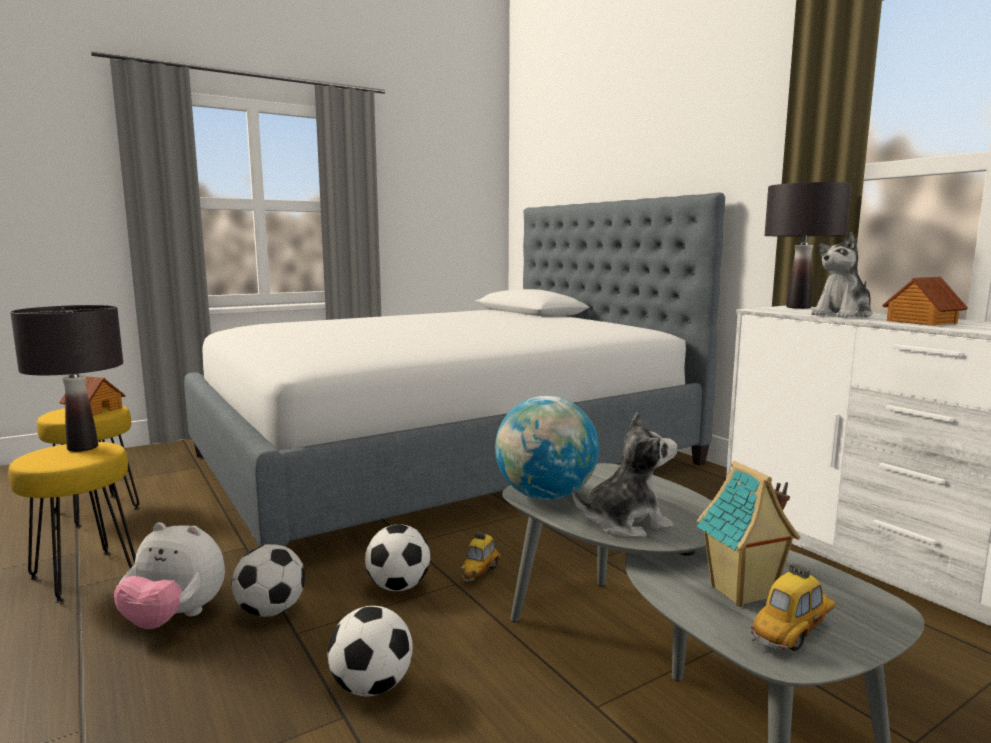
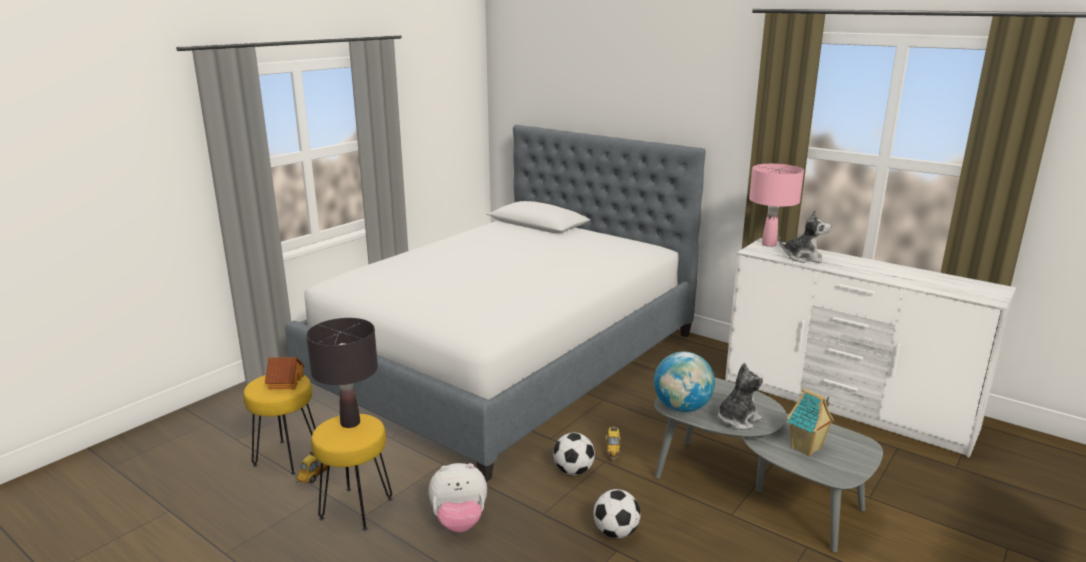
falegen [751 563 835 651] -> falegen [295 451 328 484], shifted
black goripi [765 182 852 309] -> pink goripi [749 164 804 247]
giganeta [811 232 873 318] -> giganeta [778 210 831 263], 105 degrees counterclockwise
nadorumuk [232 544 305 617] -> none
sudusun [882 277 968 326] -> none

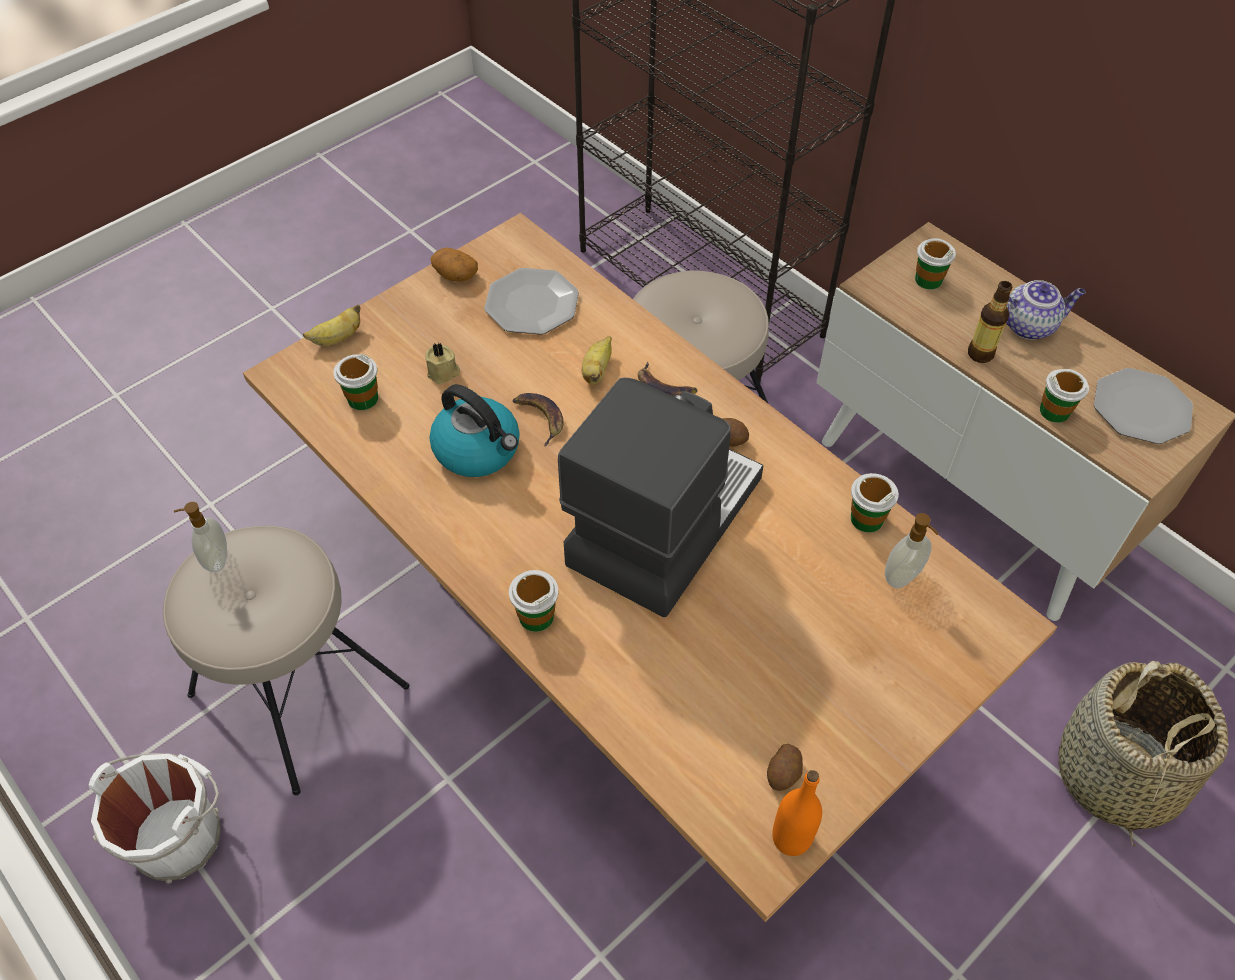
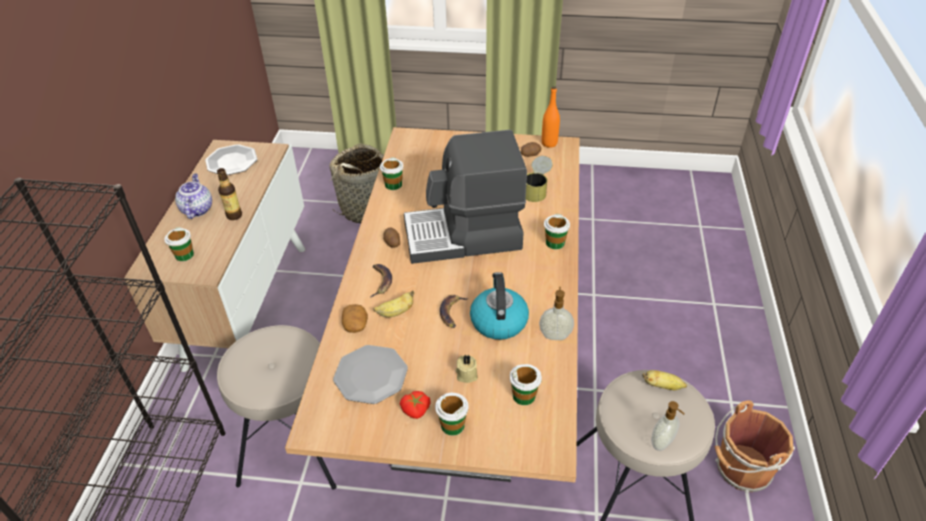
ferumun [1006 280 1086 340] -> ferumun [175 174 212 219], 45 degrees clockwise
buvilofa [430 248 478 282] -> buvilofa [342 304 368 333], shifted
none -> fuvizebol [400 391 430 419]
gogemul [1040 369 1089 423] -> gogemul [435 393 469 436], shifted
none -> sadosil [526 156 553 202]
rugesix [885 513 939 588] -> rugesix [539 286 574 340], shifted
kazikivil [303 304 361 346] -> kazikivil [642 370 687 390], shifted
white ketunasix [89 753 221 884] -> brown ketunasix [715 400 795 493]

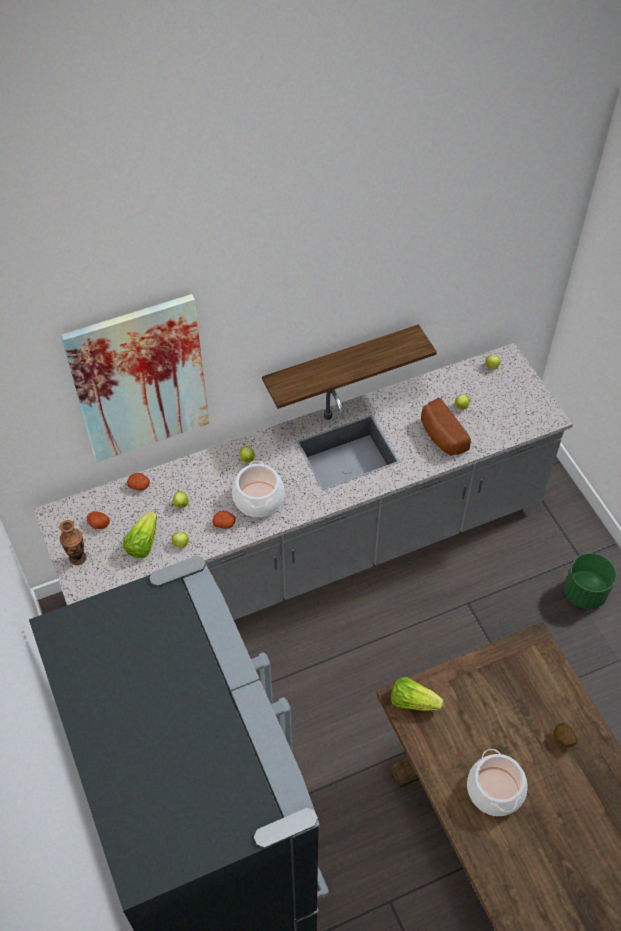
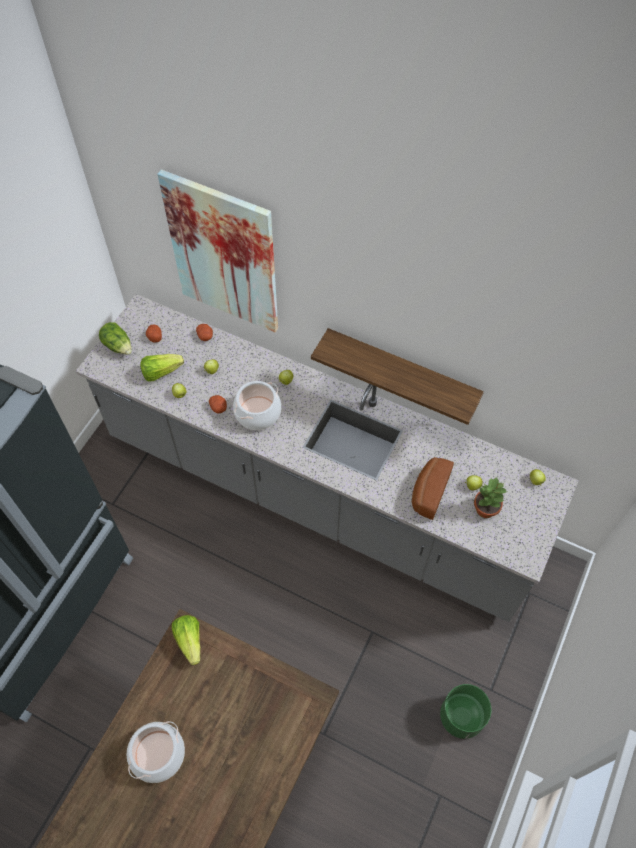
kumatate [59 520 87 565] -> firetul [99 322 132 355]
none -> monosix [474 478 507 518]
buvilofa [553 723 577 747] -> none

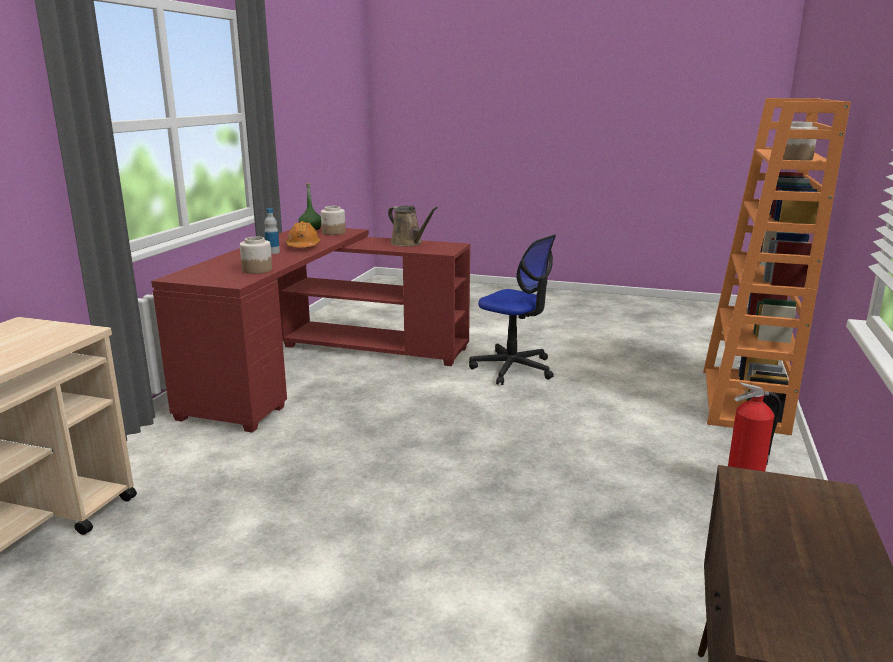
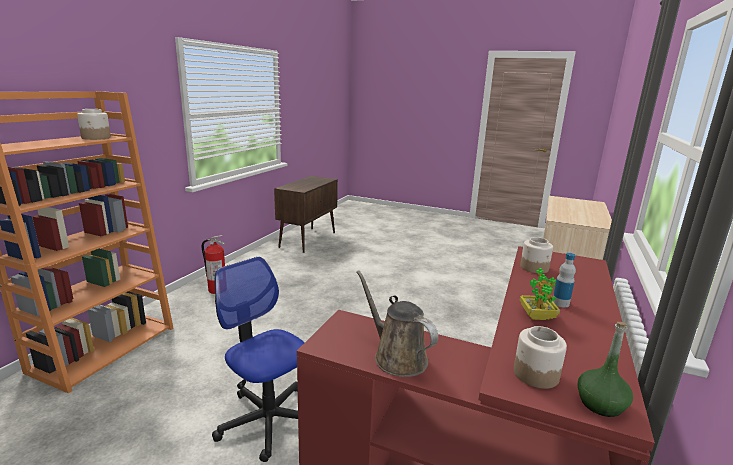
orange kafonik [286 221 320 247] -> monosix [520 268 560 320]

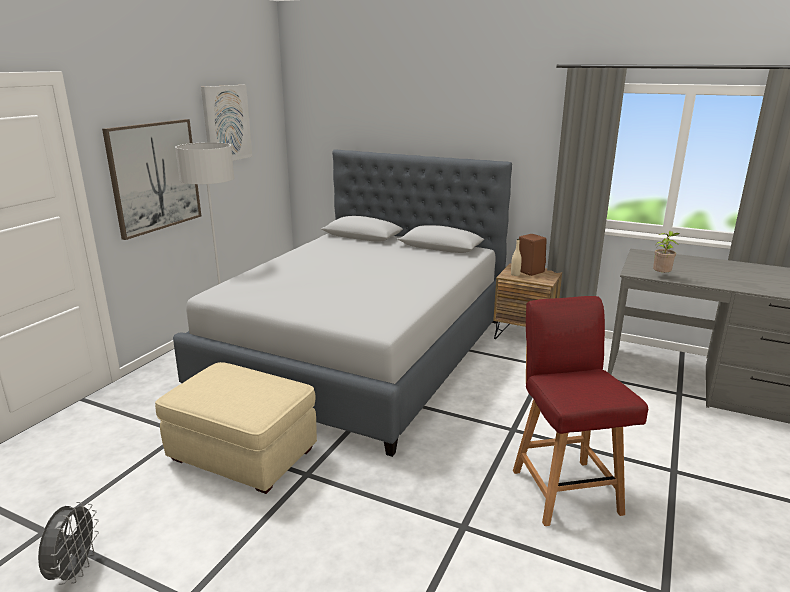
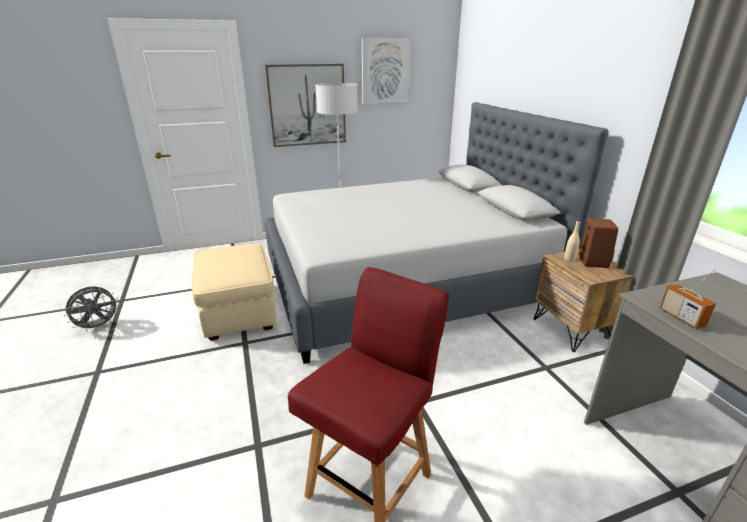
monosix [653 231 680 273] -> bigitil [660 269 716 329]

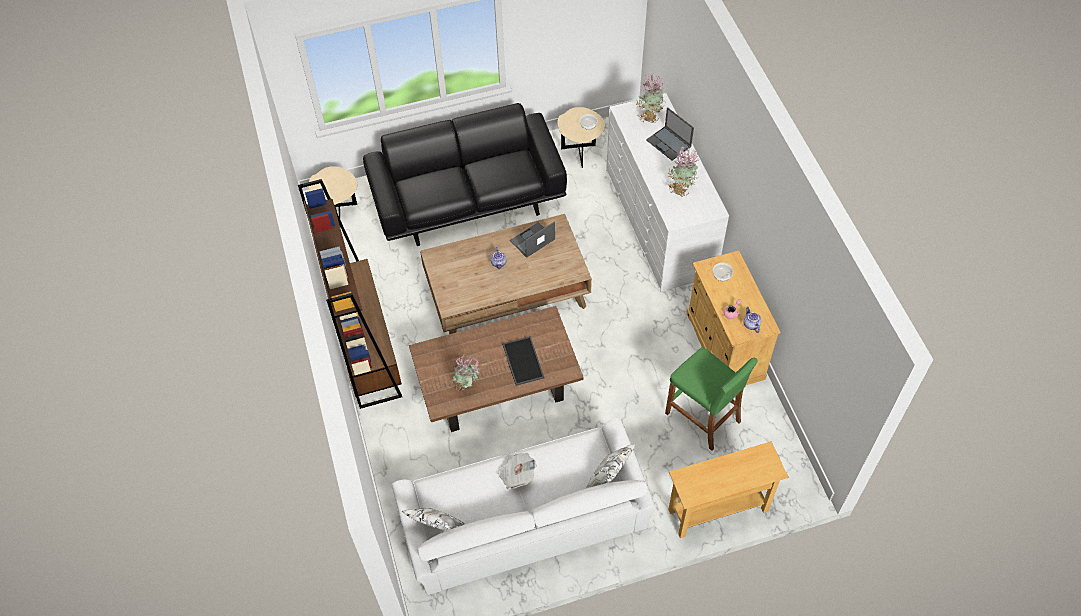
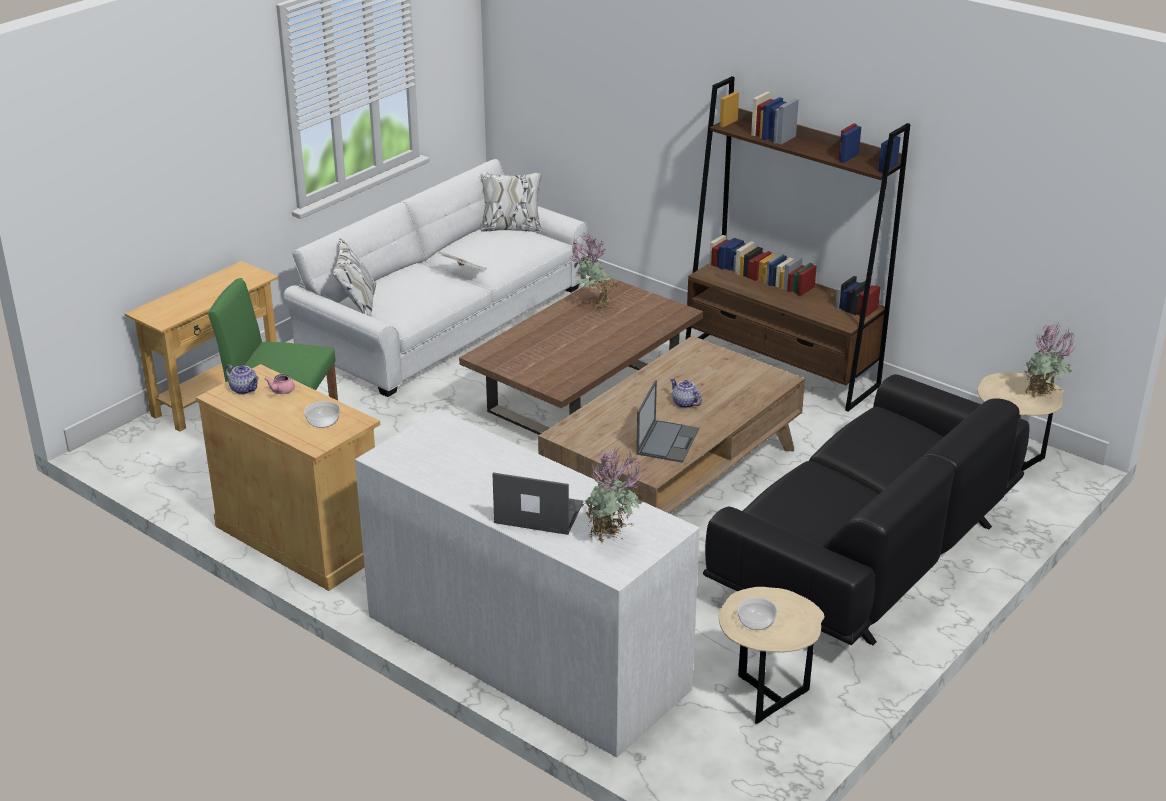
monosix [667 146 700 196] -> monosix [1023 323 1075 399], shifted
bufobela [502 336 544 386] -> none

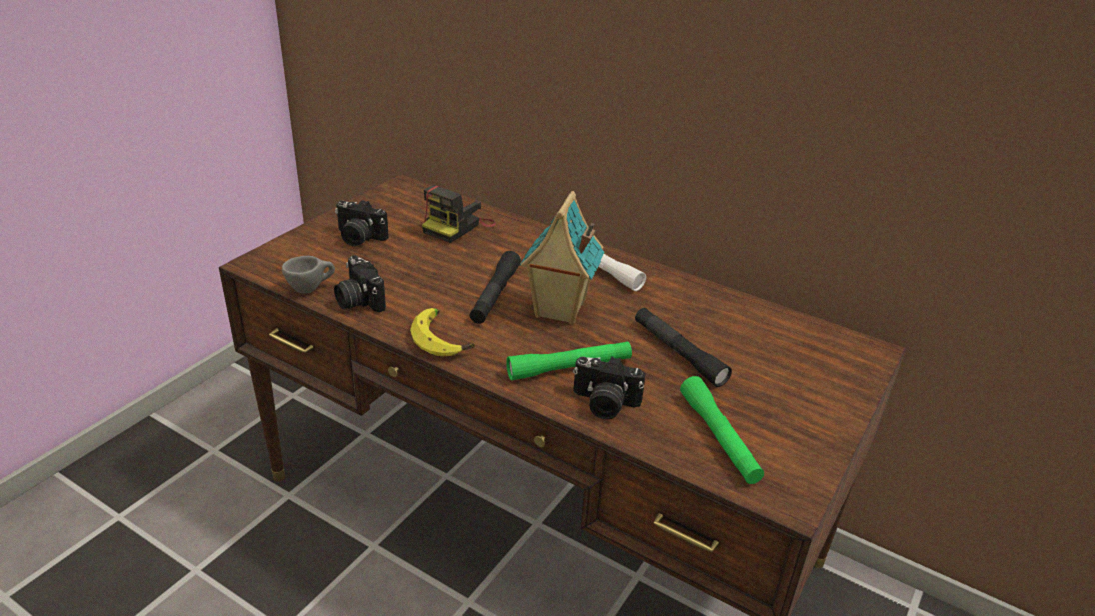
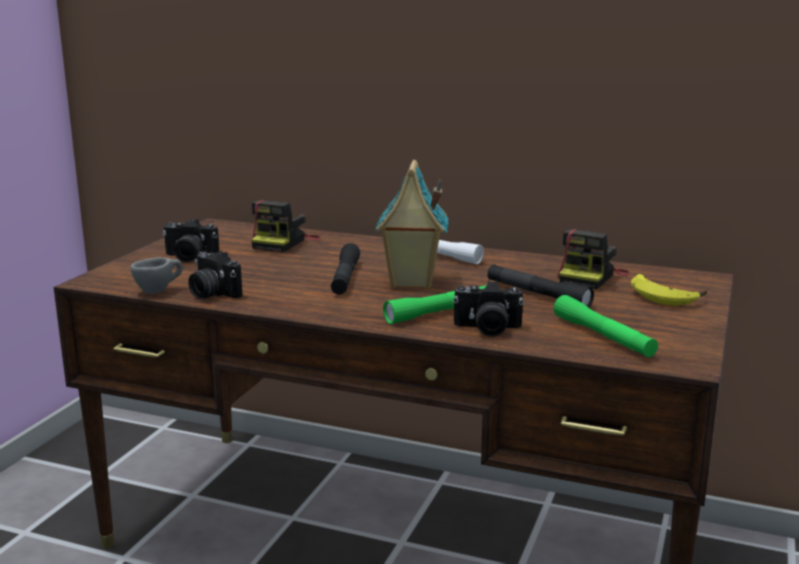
none -> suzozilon [558 229 630 290]
kazikivil [410 308 475 356] -> kazikivil [631 274 707 306], shifted

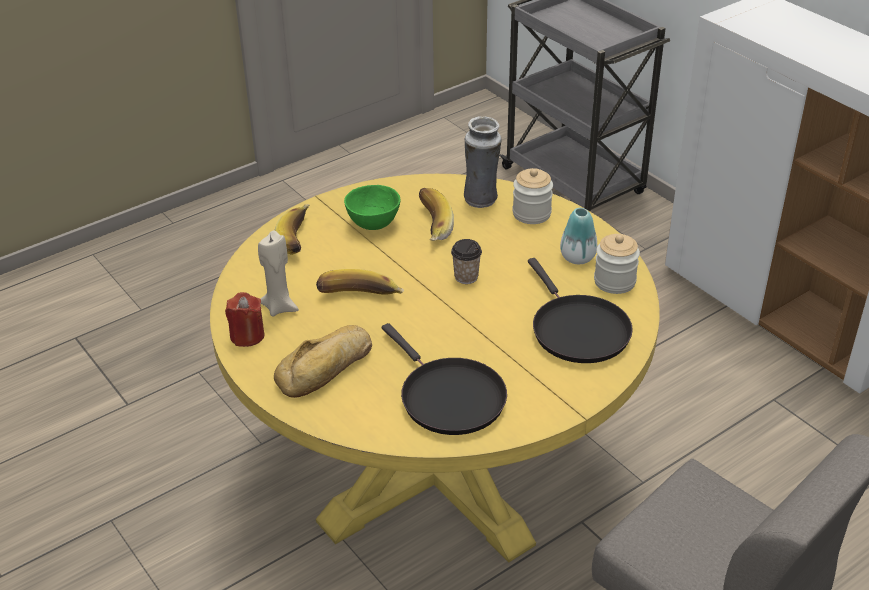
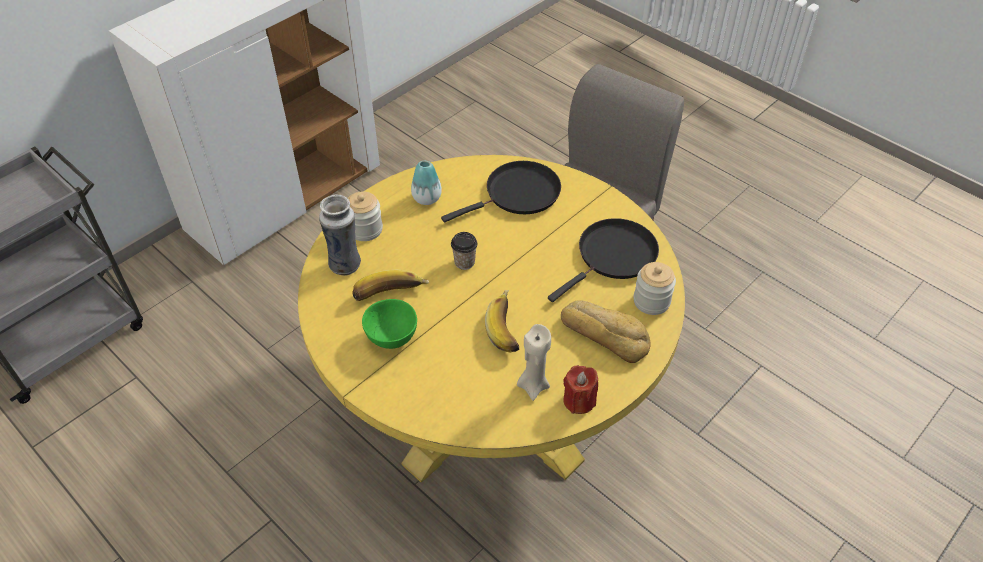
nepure [594 234 640 294] -> nepure [634 262 676 315], shifted
kazikivil [274 204 310 255] -> none

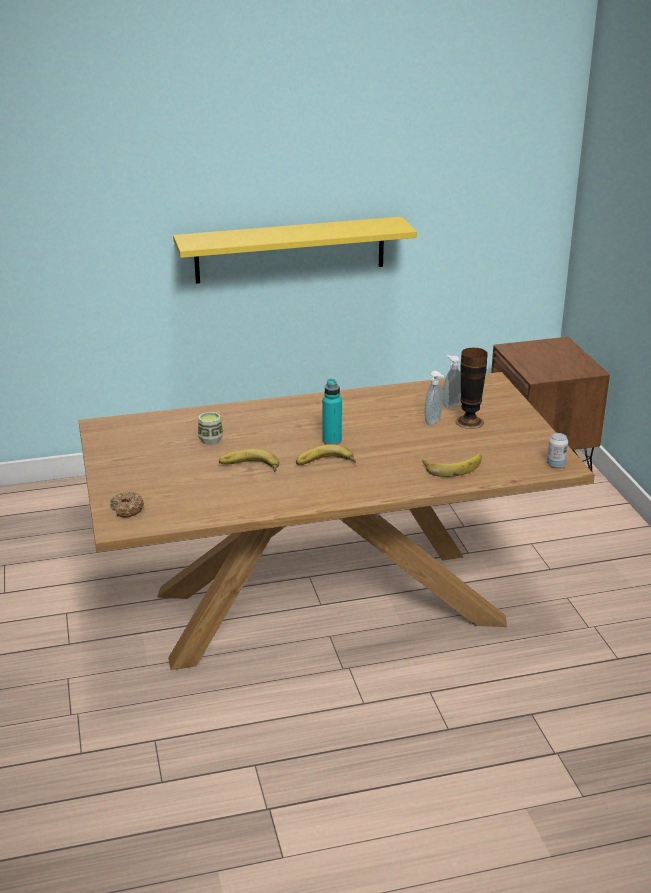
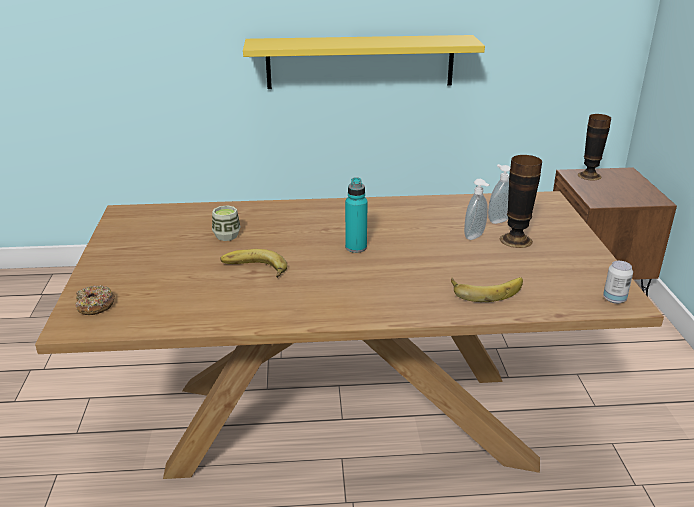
none -> kumatate [578 114 611 180]
kazikivil [296 444 356 465] -> none

